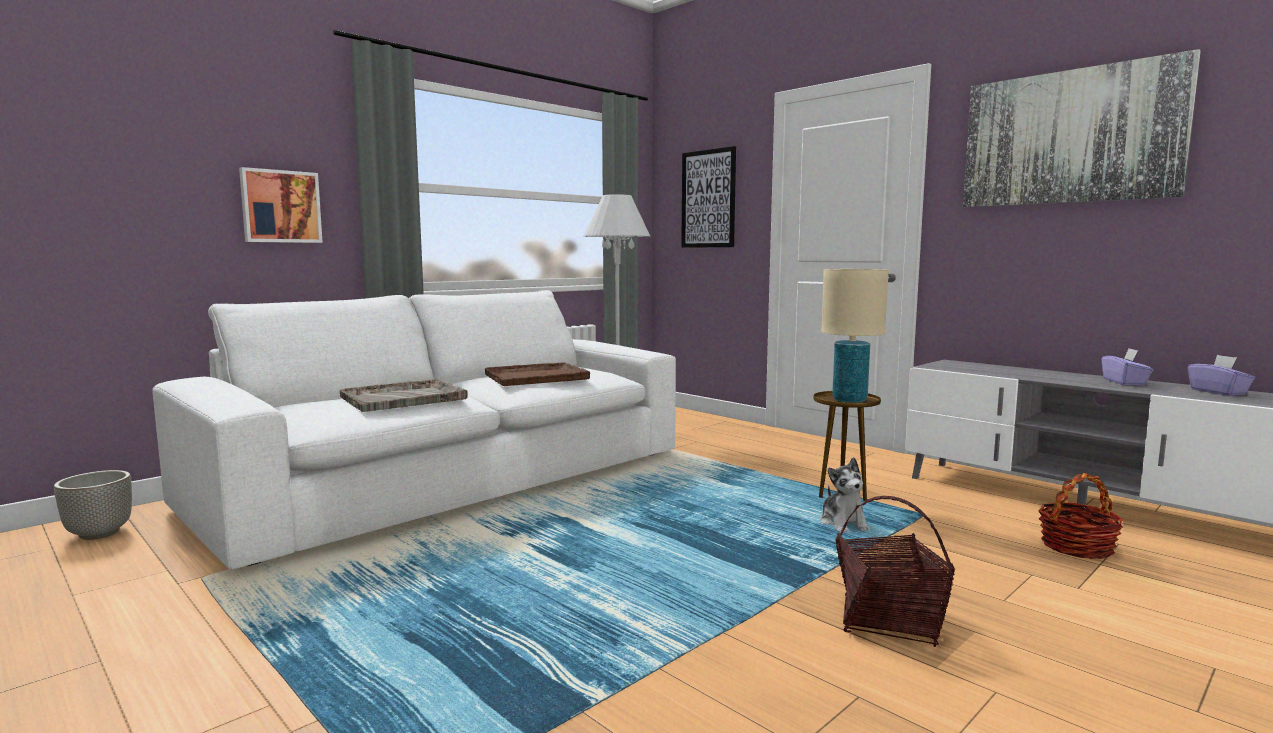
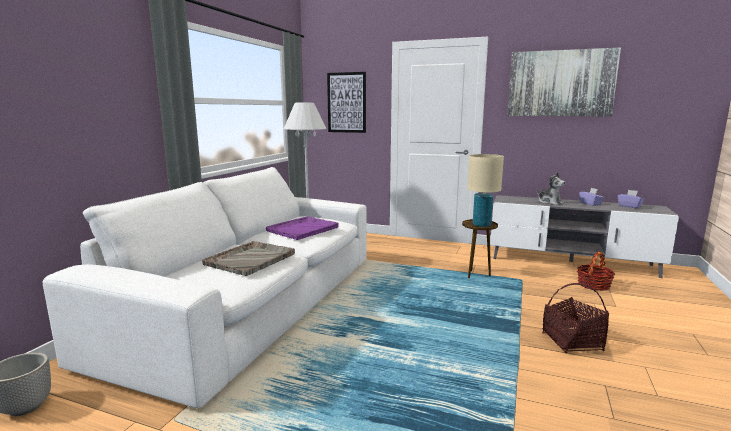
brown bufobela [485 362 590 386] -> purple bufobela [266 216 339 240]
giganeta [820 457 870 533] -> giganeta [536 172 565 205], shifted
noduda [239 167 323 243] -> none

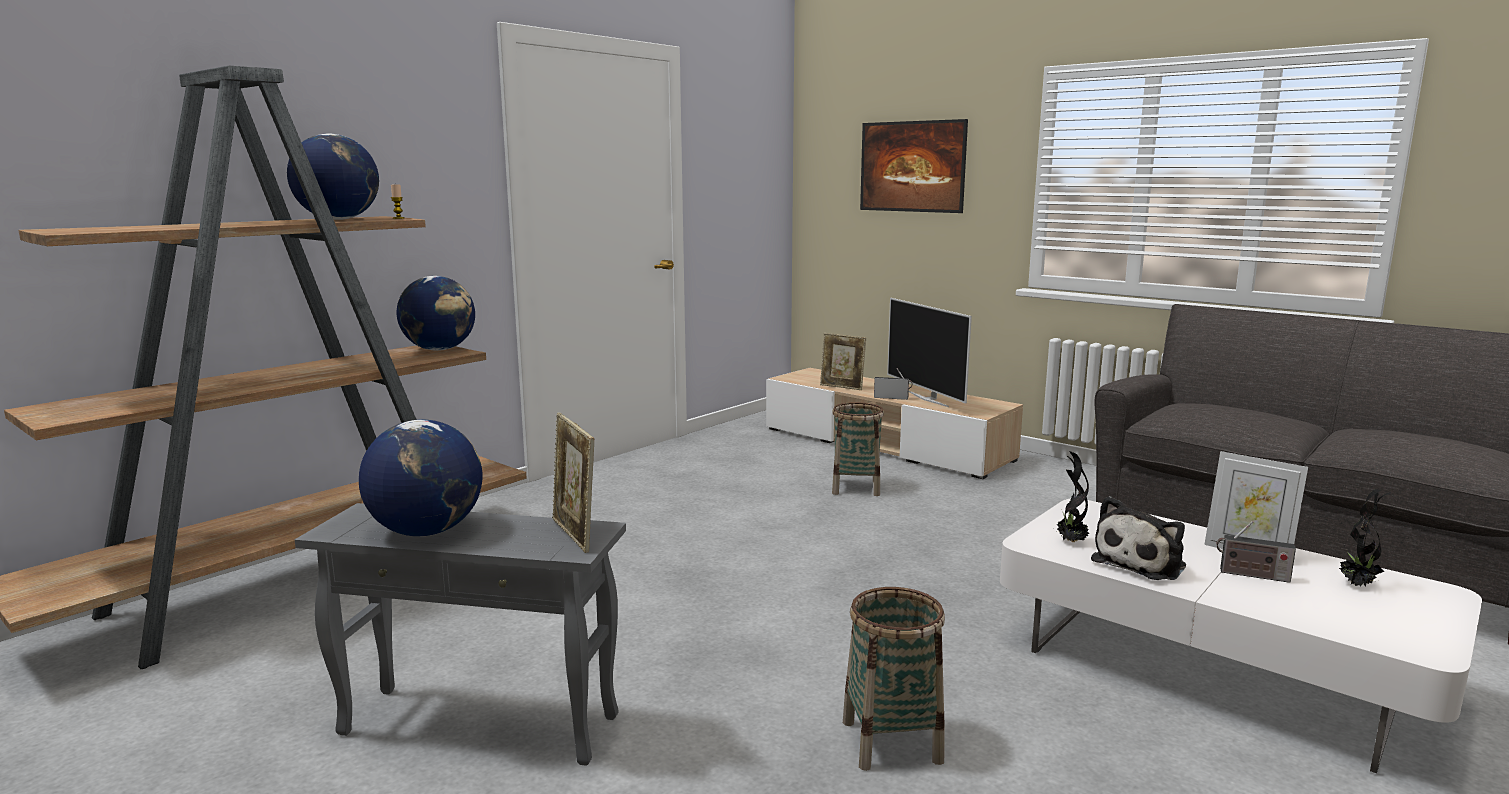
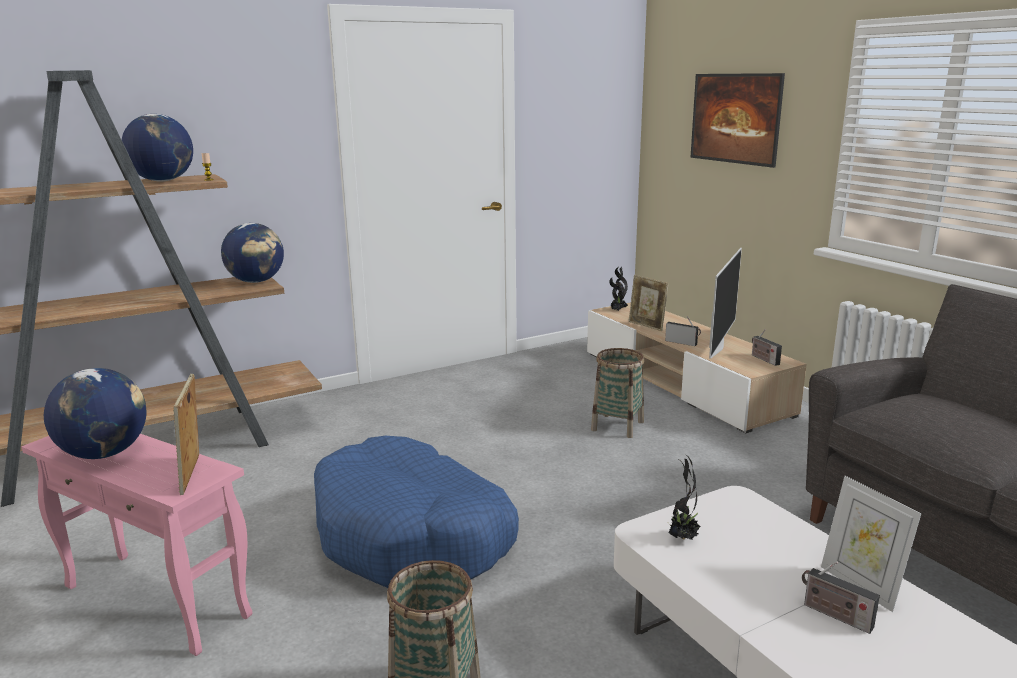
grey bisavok [294 503 626 766] -> pink bisavok [21 434 253 656]
none -> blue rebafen [314 436 519 588]
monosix [1339 489 1391 586] -> monosix [609 267 628 311], shifted
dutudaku [887 298 972 407] -> dutudaku [709 248 742 359], 150 degrees counterclockwise
none -> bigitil [752 329 782 366]
giganeta [1091 496 1186 580] -> none

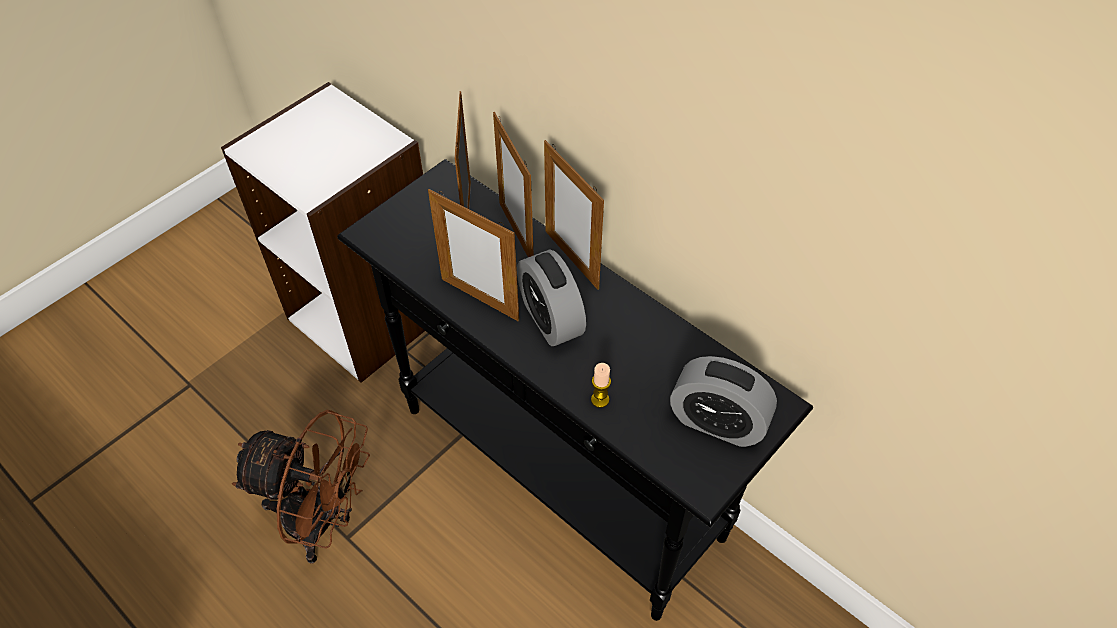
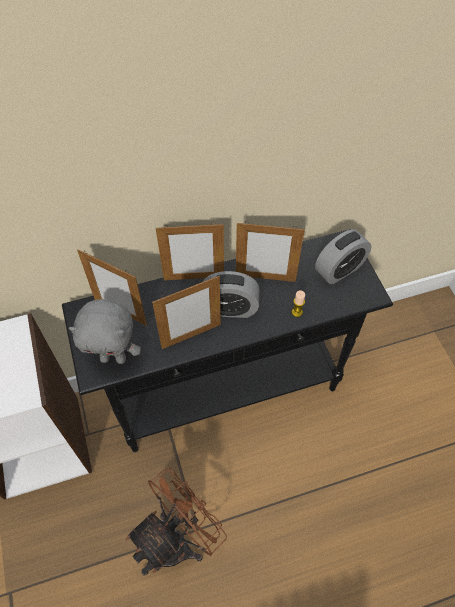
none -> grey giganeta [69 299 141 364]
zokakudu [493 112 534 257] -> zokakudu [236 221 305 282], shifted

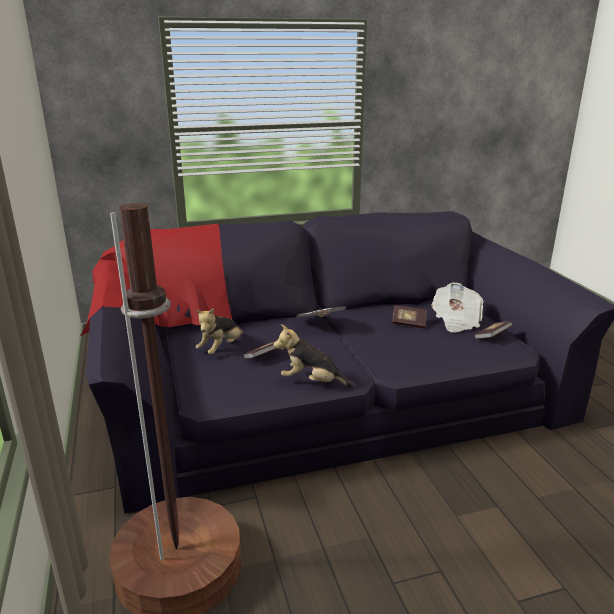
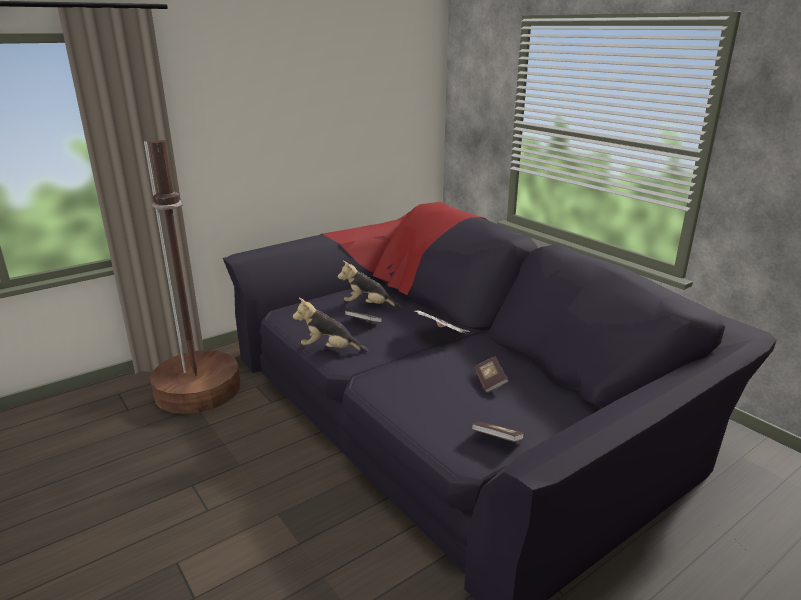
giganeta [273 324 355 388] -> giganeta [293 298 368 352], 75 degrees counterclockwise
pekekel [431 283 483 332] -> none

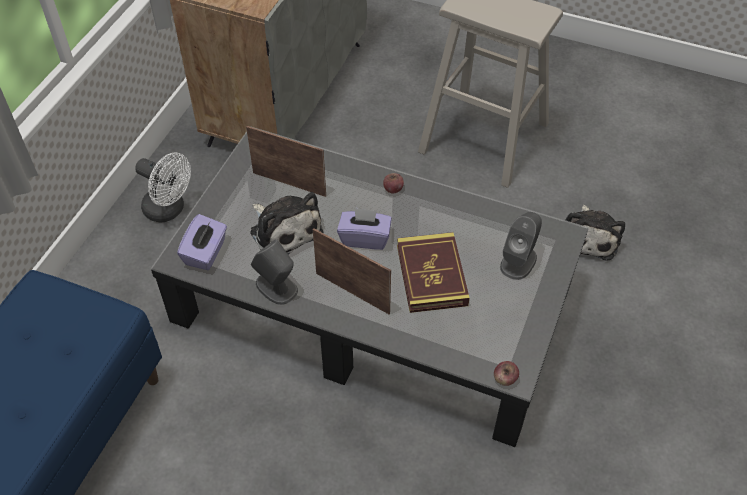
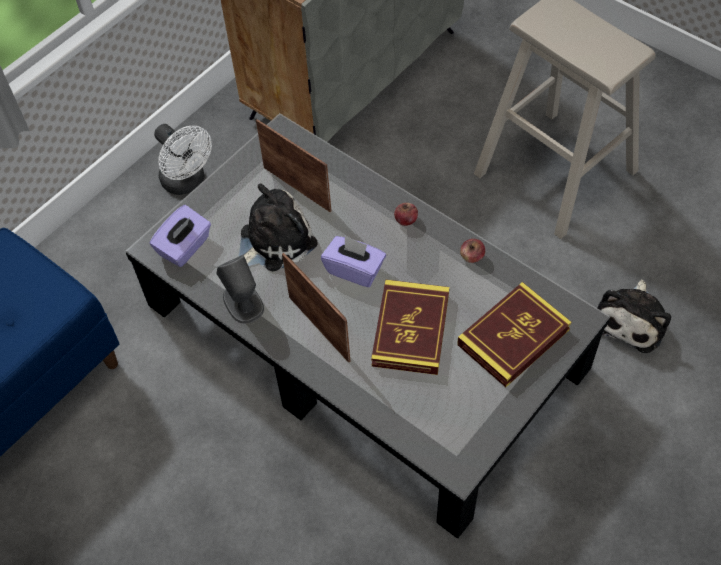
giganeta [250 192 323 255] -> giganeta [238 183 318 271], 105 degrees counterclockwise
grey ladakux [500 212 542 280] -> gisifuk [457 282 572 387]
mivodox [494 361 519 386] -> mivodox [460 239 485 263], shifted

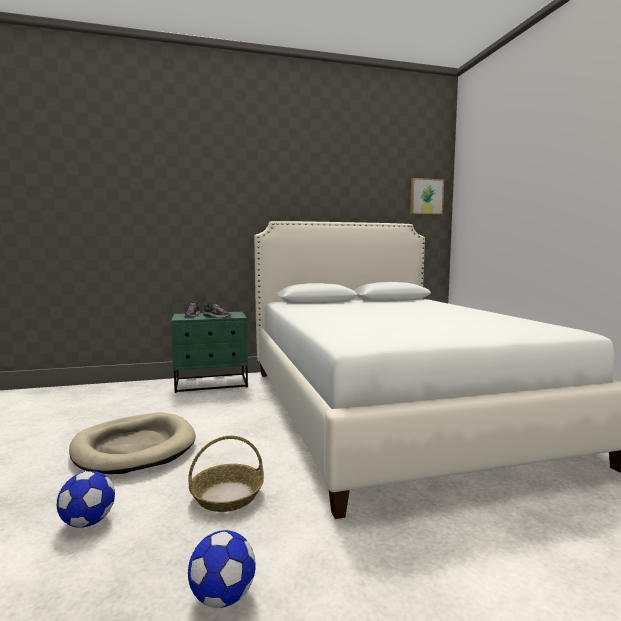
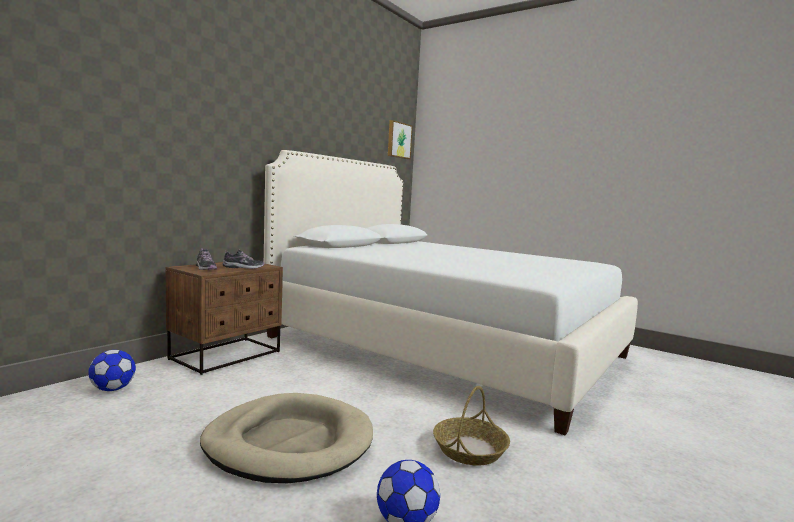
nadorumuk [188 530 256 608] -> nadorumuk [88 350 136 391], shifted
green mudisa [171 312 248 393] -> brown mudisa [166 262 283 375]

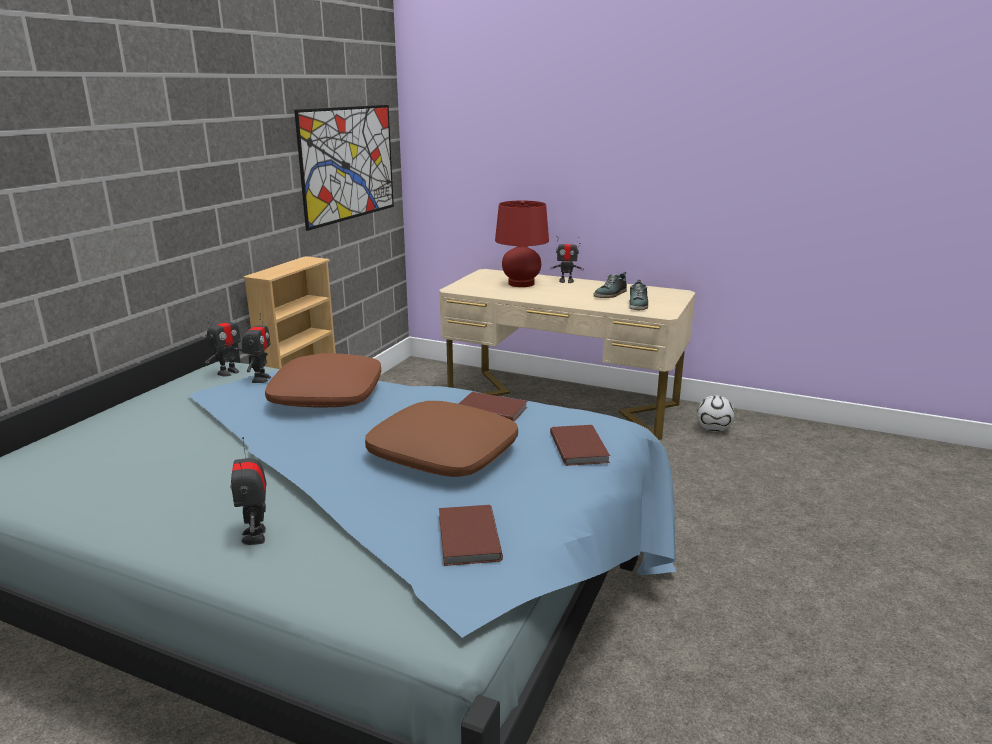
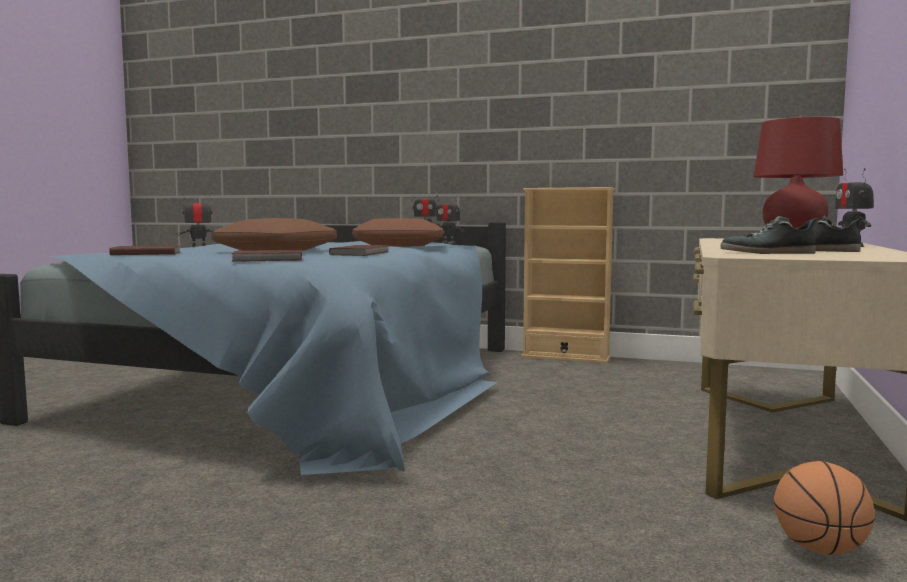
nadorumuk [697 395 735 432] -> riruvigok [773 461 875 555]
noduda [294 105 394 231] -> none

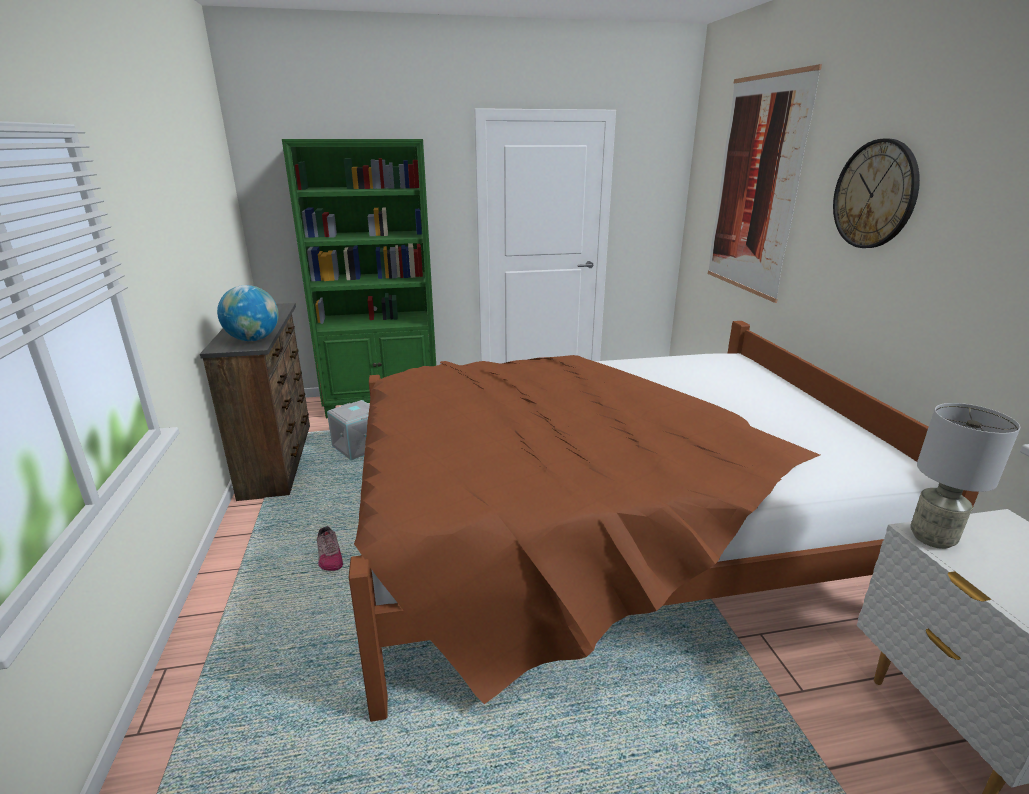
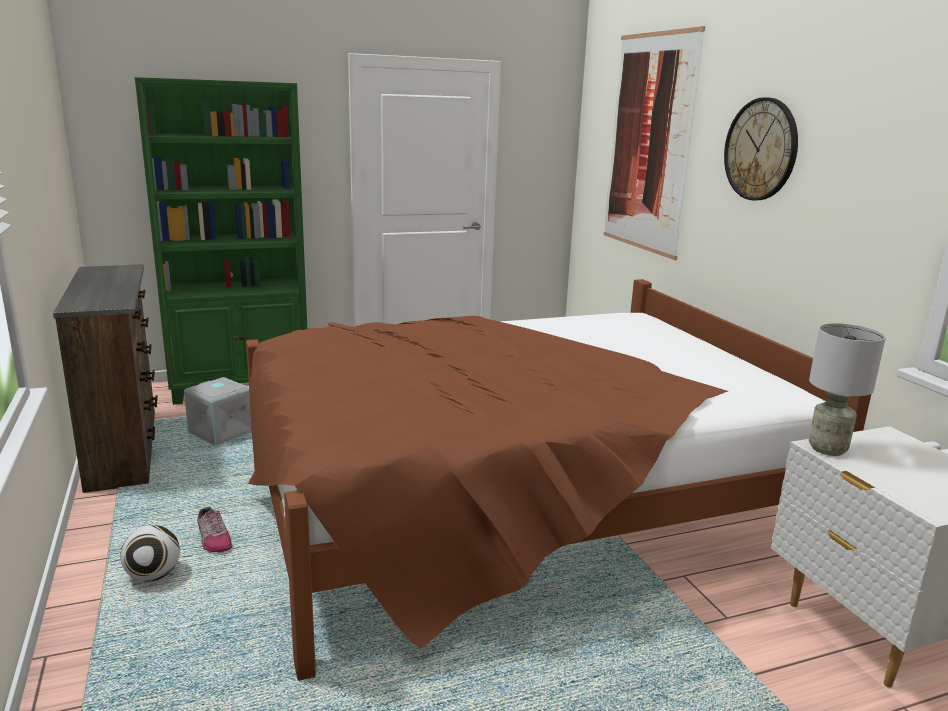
none -> nadorumuk [120 525 180 582]
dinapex [217 285 279 341] -> none

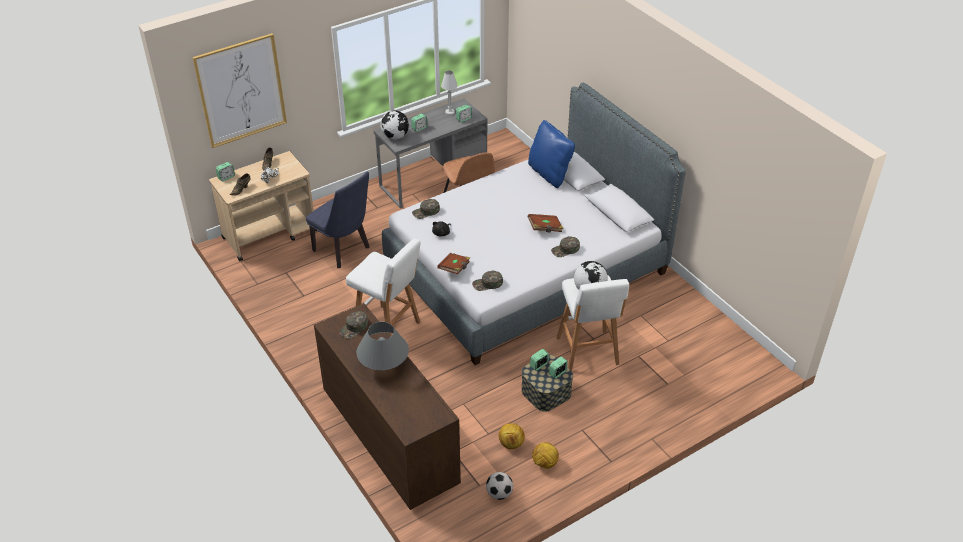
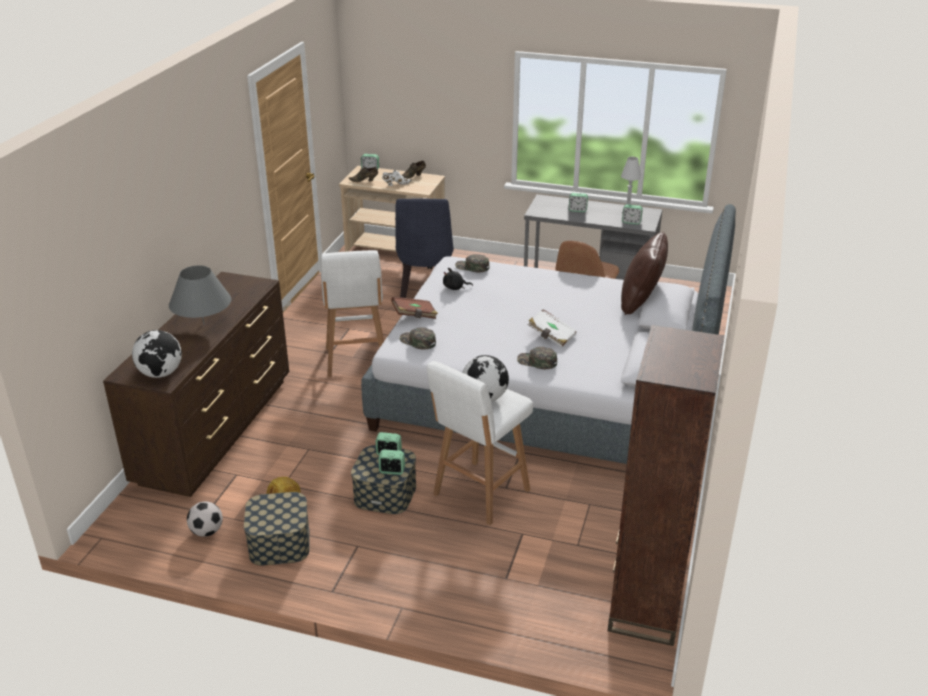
dinapex [380 110 409 139] -> dinapex [132 330 182 378], shifted
nadorumuk [532 442 559 469] -> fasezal [244 492 309 565]
brown gisifuk [528 214 564 232] -> white gisifuk [528 309 577 348]
none -> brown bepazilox [608 325 724 646]
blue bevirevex [528 120 575 188] -> brown bevirevex [621 232 668 315]
noduda [192 33 287 148] -> none
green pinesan [339 311 368 339] -> none

